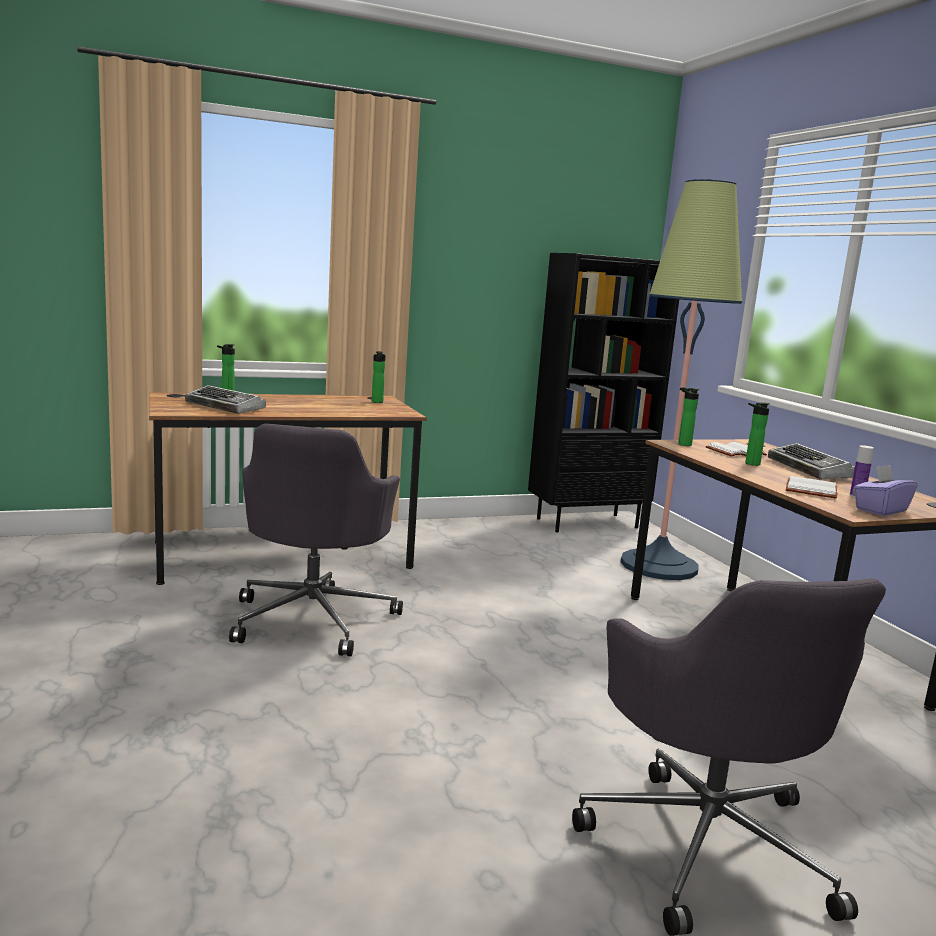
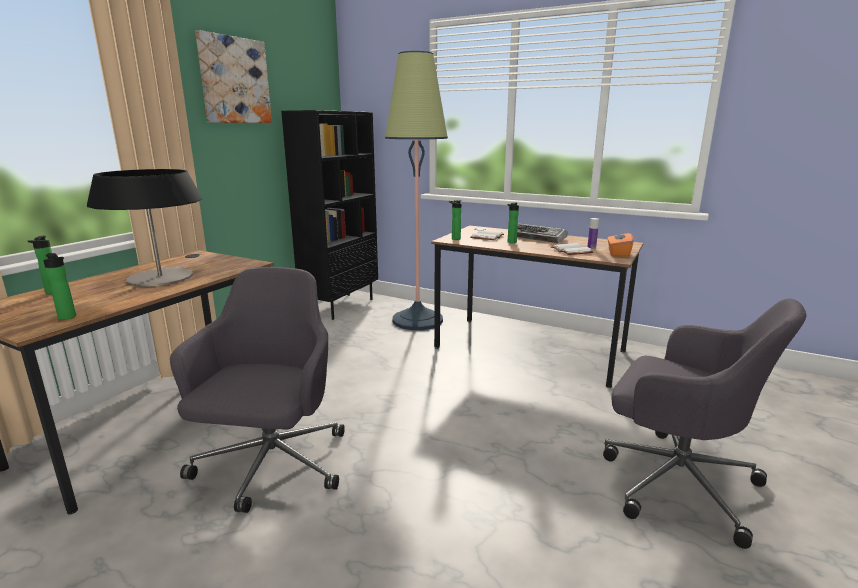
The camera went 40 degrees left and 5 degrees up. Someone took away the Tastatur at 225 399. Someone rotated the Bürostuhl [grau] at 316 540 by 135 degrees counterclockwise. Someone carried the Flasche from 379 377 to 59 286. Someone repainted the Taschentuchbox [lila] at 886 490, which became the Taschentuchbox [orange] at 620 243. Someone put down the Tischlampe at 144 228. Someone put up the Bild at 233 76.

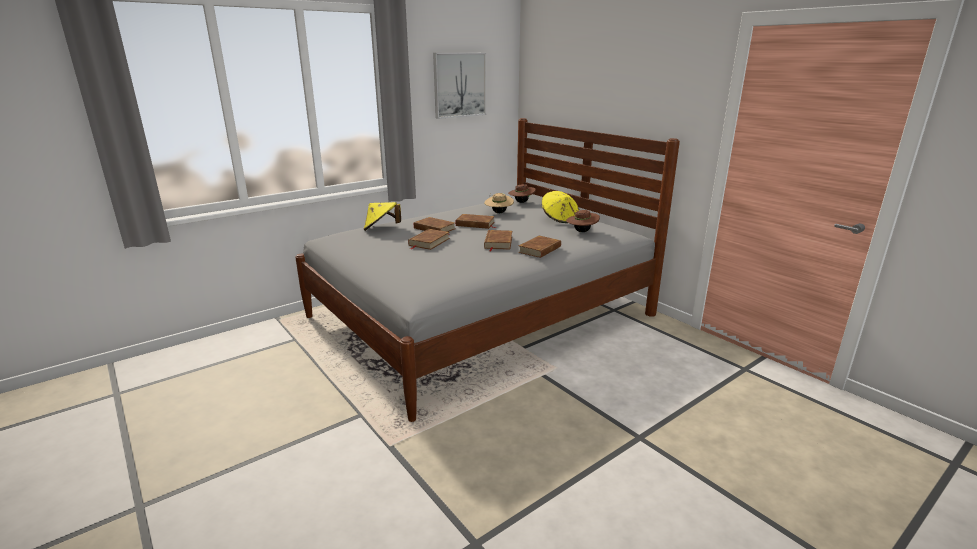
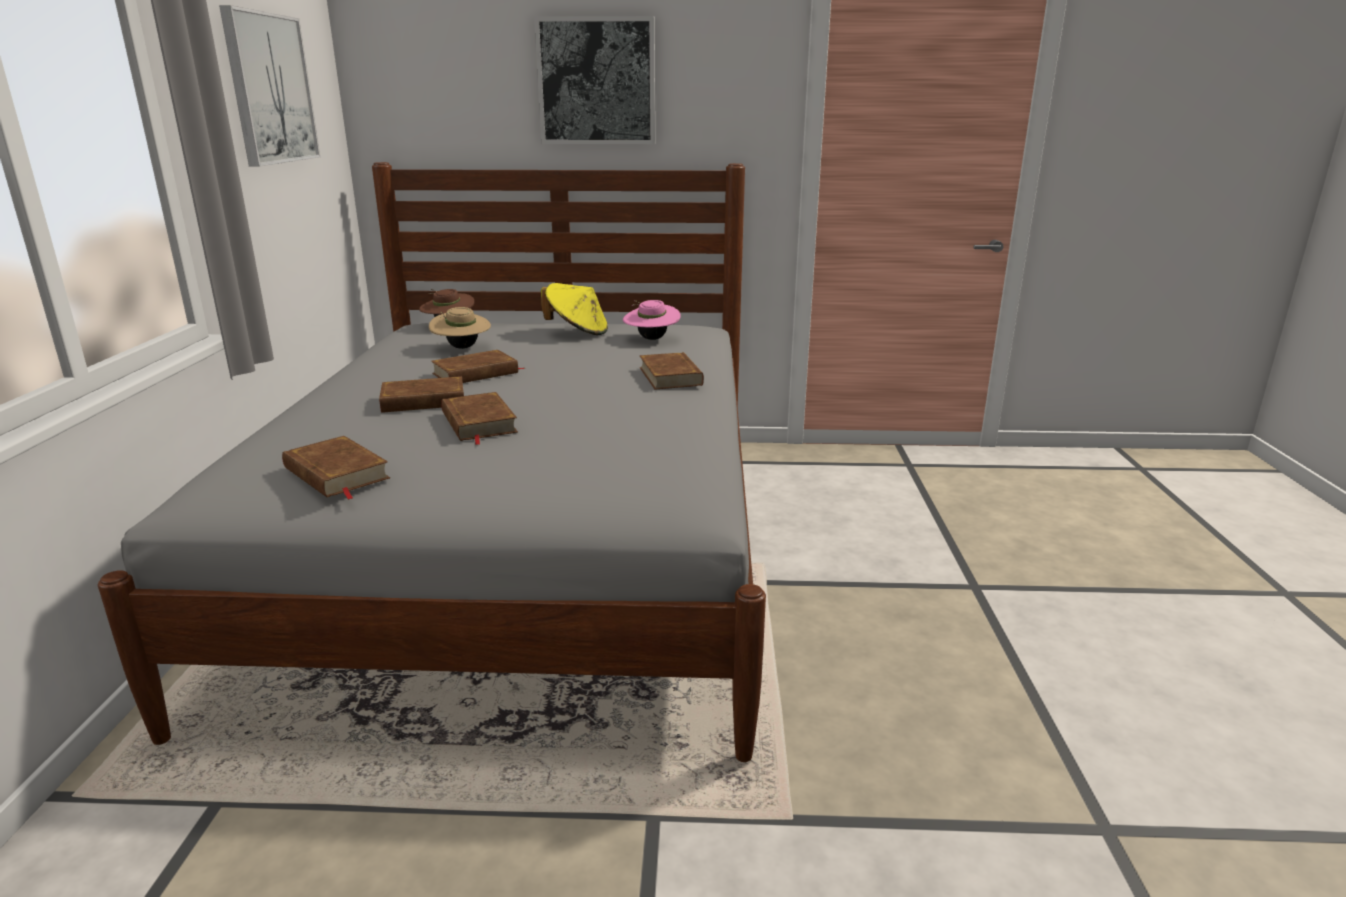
The camera went 50 degrees left and 0 degrees up. Someone took away the Hut [gelb] at 382 216. Someone carried the Buch [braun] from 498 240 to 336 468. Someone repainted the Hut [braun] at 583 220, which became the Hut [rosa] at 652 320. Someone put up the Bild at 594 80.

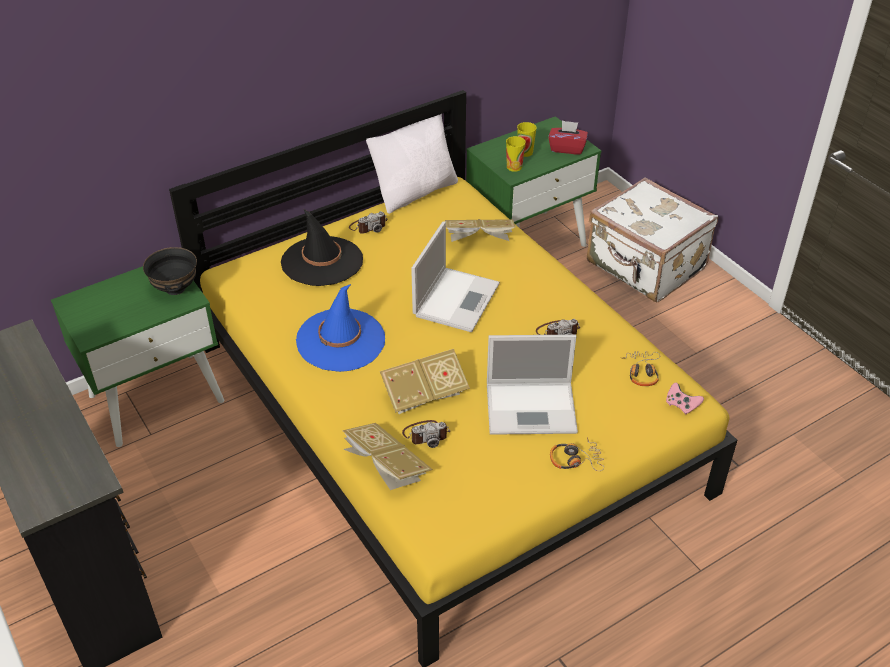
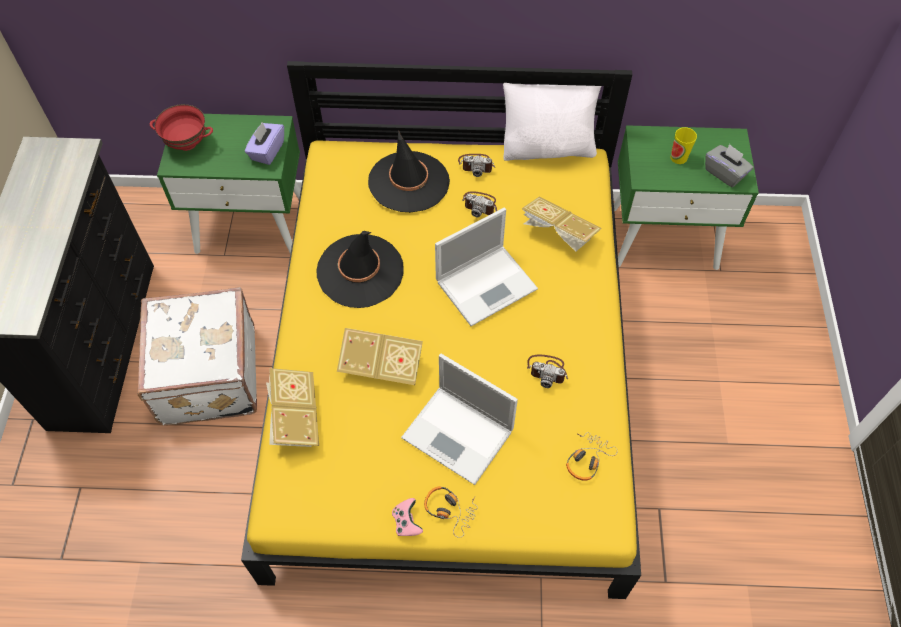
The camera went 35 degrees right and 15 degrees up. Someone swapped the Schüssel [schwarz] at 170 271 for the Taschentuchbox [lila] at 264 143. Someone repainted the Hut [blau] at 340 328, which became the Hut [schwarz] at 360 269. Someone carried the Kamera from 426 434 to 479 204. Someone took away the Tasse at 516 154. Someone repainted the Taschentuchbox [rot] at 568 137, which became the Taschentuchbox [grau] at 729 165. Someone carried the Koffer [weiß] from 652 239 to 197 356. Someone carried the Gamepad [rosa] from 685 399 to 407 517. Someone put down the Schüssel [rot] at 181 127.

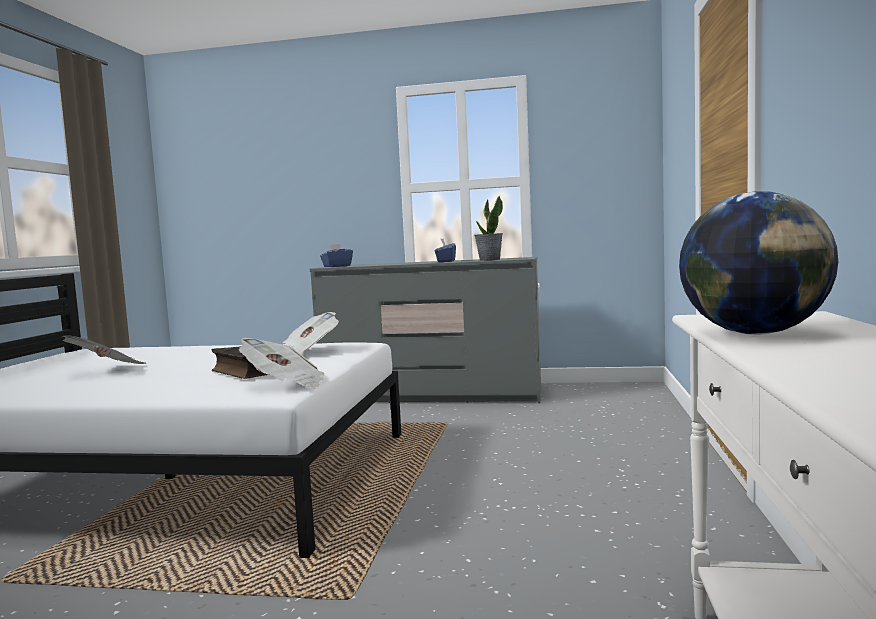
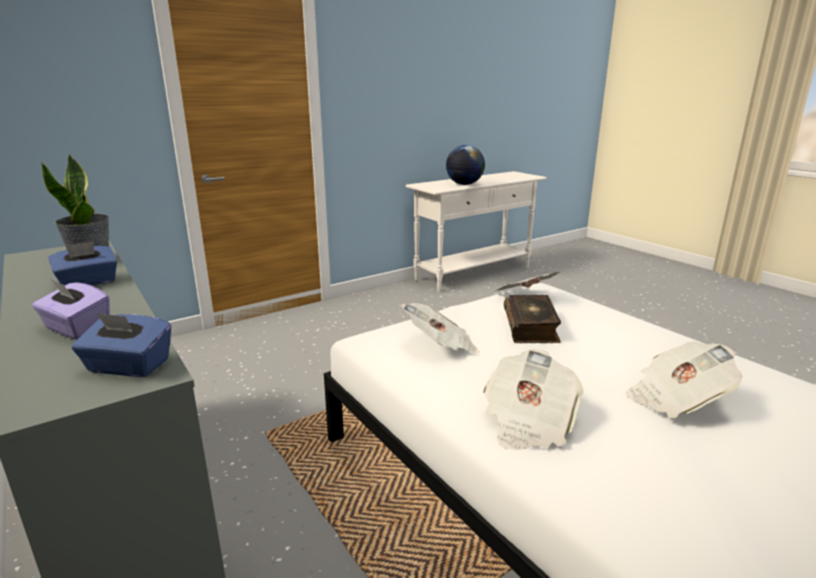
The camera went 135 degrees left and 15 degrees up. Someone put down the Taschentuchbox [lila] at 71 309. Someone put down the Zeitung at 534 399.

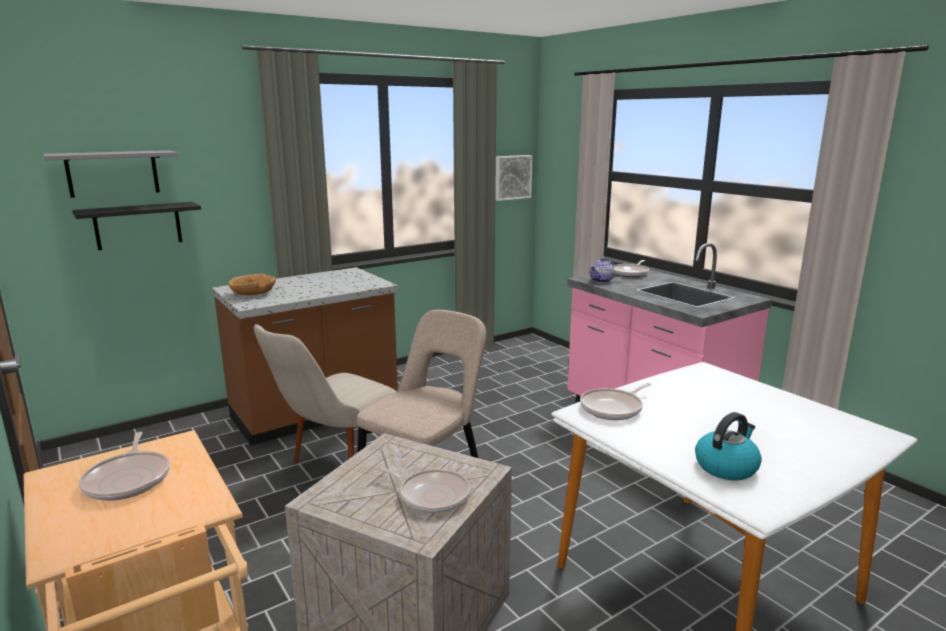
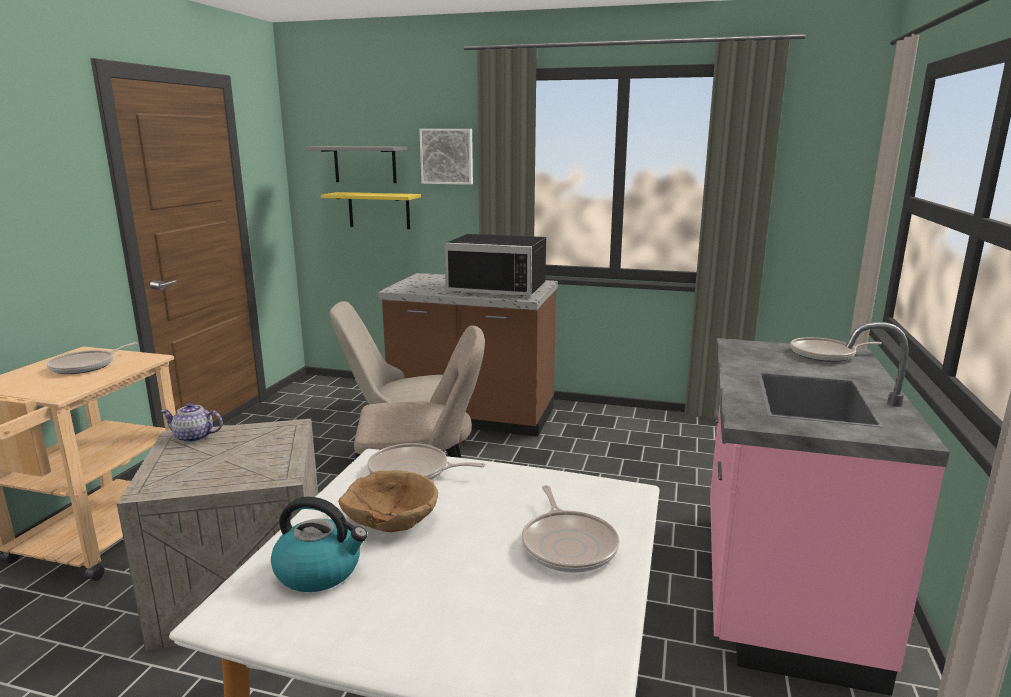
The camera went 50 degrees right and 0 degrees up. Someone repainted the Wandregal [schwarz] at 136 226, which became the Wandregal [gelb] at 371 210. Someone carried the Schüssel [braun] from 252 284 to 388 501. Someone carried the Pfanne from 423 490 to 570 529. Someone carried the Bild from 513 178 to 446 157. Someone carried the Teekanne from 602 270 to 191 423. Someone put down the Mikrowelle [schwarz] at 495 265.

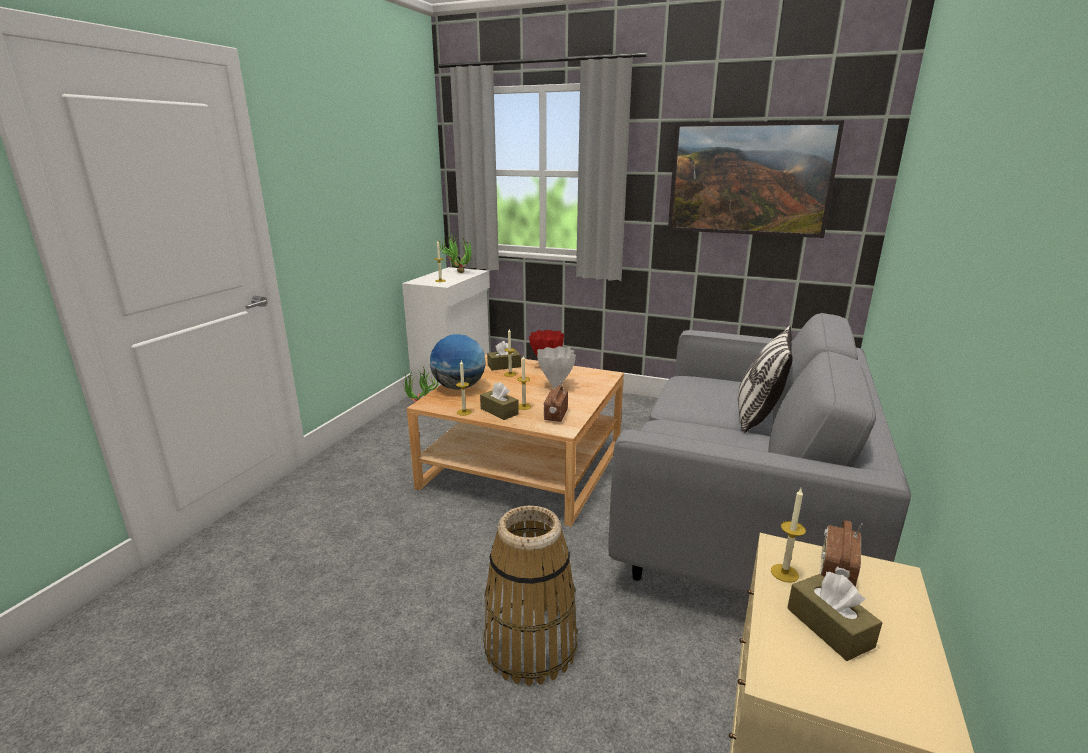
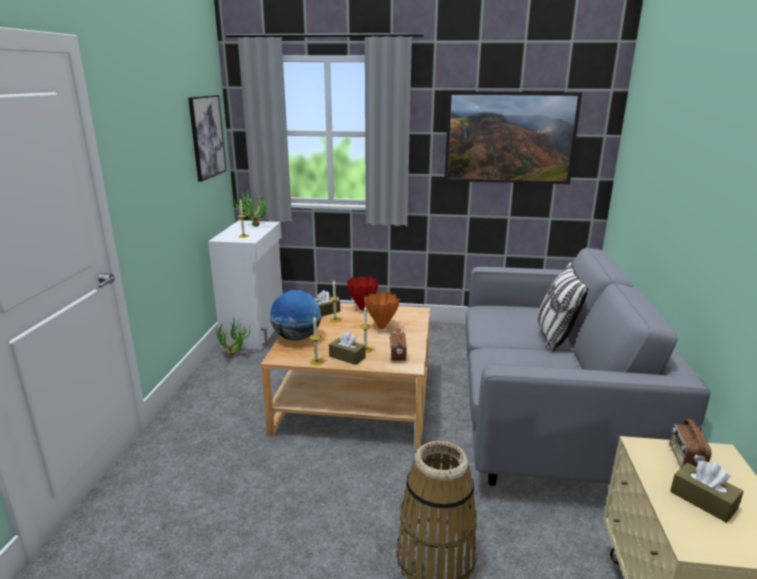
The camera went 15 degrees left and 0 degrees up. Someone repainted the Vase [weiß] at 556 367, which became the Vase [orange] at 382 310. Someone took away the Kerze at 788 535. Someone put up the Bild at 207 138.

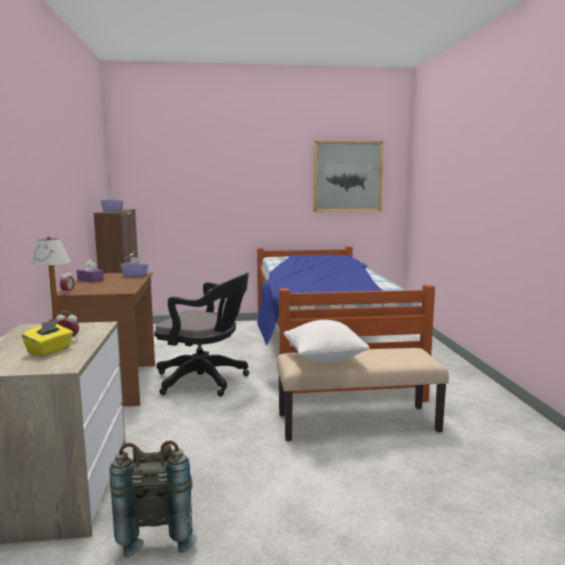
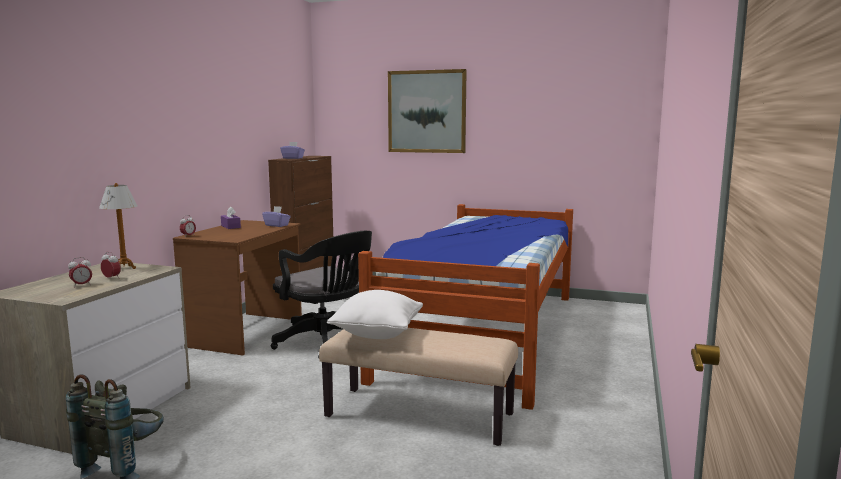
The camera went 25 degrees right and 0 degrees up. Someone swapped the Taschentuchbox [gelb] at 47 338 for the Wecker at 80 272. Someone carried the Bild from 349 176 to 427 111.

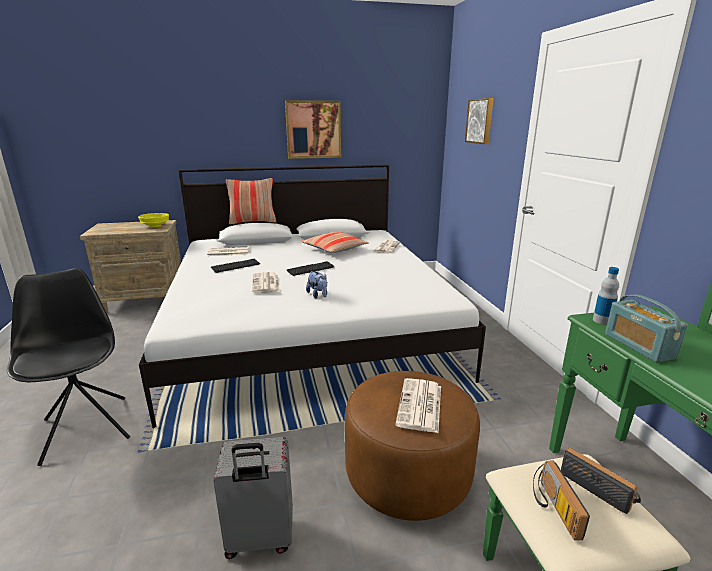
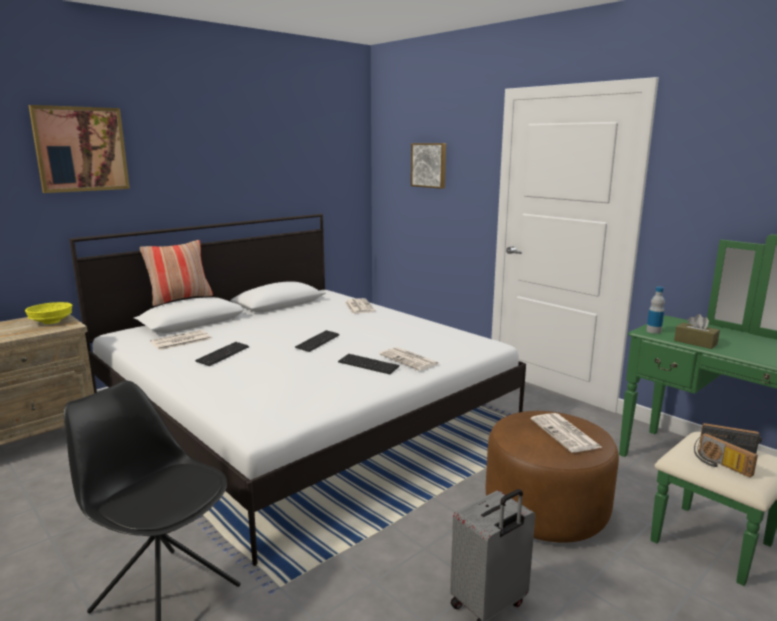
The camera went 30 degrees left and 5 degrees down. Someone carried the Zeitung from 266 282 to 409 359. Someone carried the Bild from 313 129 to 79 149. Someone took away the Kissen at 335 242. Someone swapped the Plüschtier at 316 285 for the Tastatur at 369 364. Someone swapped the Radio at 646 329 for the Taschentuchbox [braun] at 697 331.

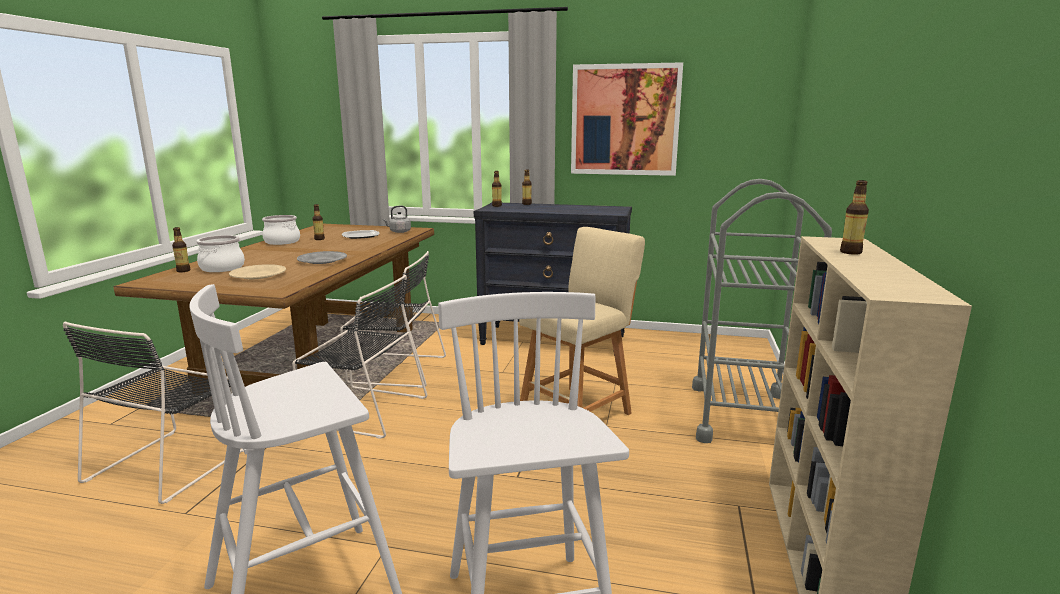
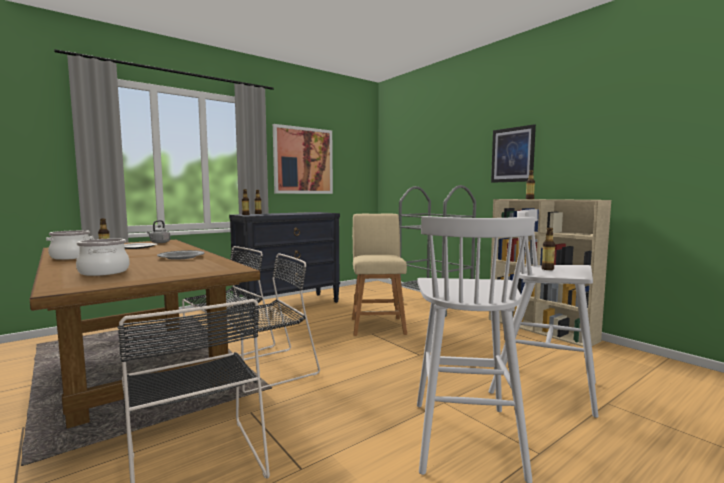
The camera went 50 degrees left and 10 degrees down. Someone carried the Flasche from 181 249 to 548 249. Someone took away the Teller [beige] at 257 271. Someone put up the Bild at 513 153.

